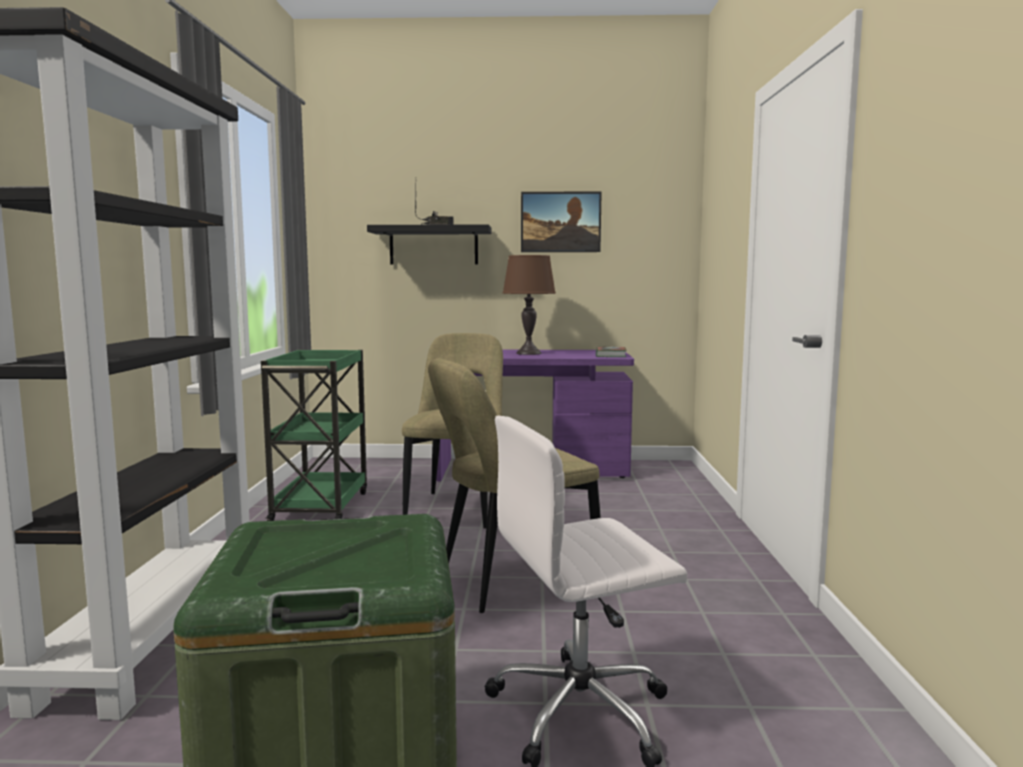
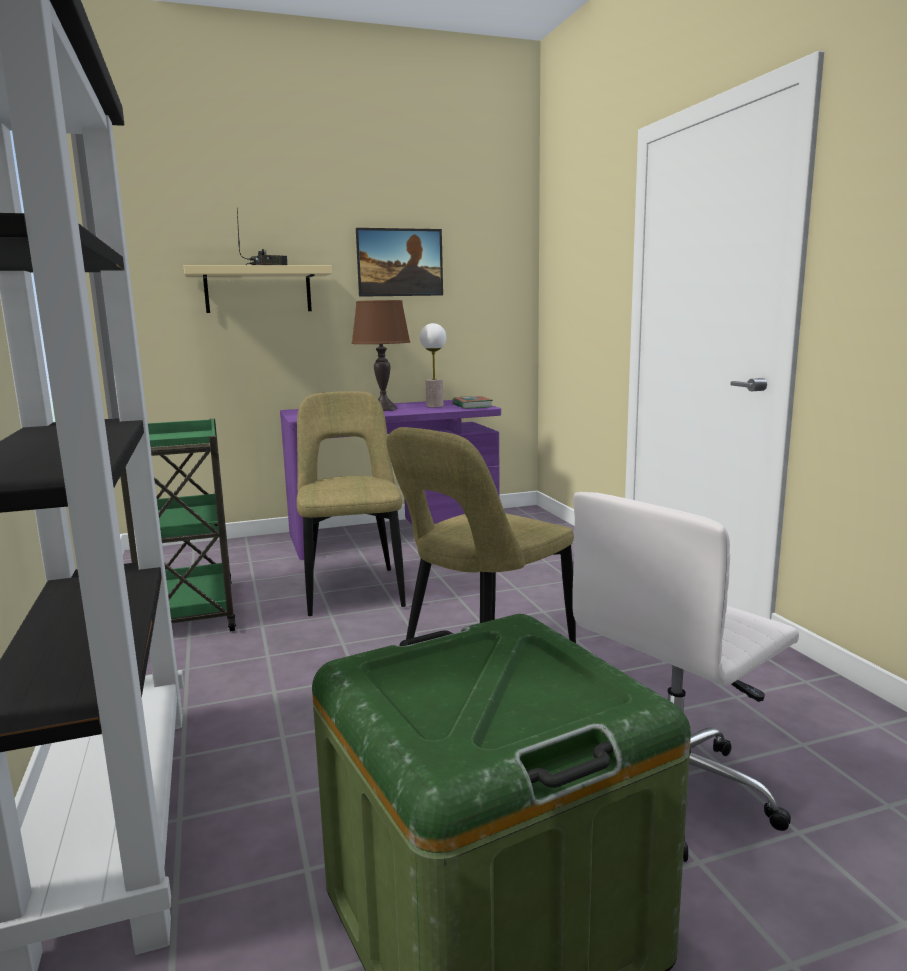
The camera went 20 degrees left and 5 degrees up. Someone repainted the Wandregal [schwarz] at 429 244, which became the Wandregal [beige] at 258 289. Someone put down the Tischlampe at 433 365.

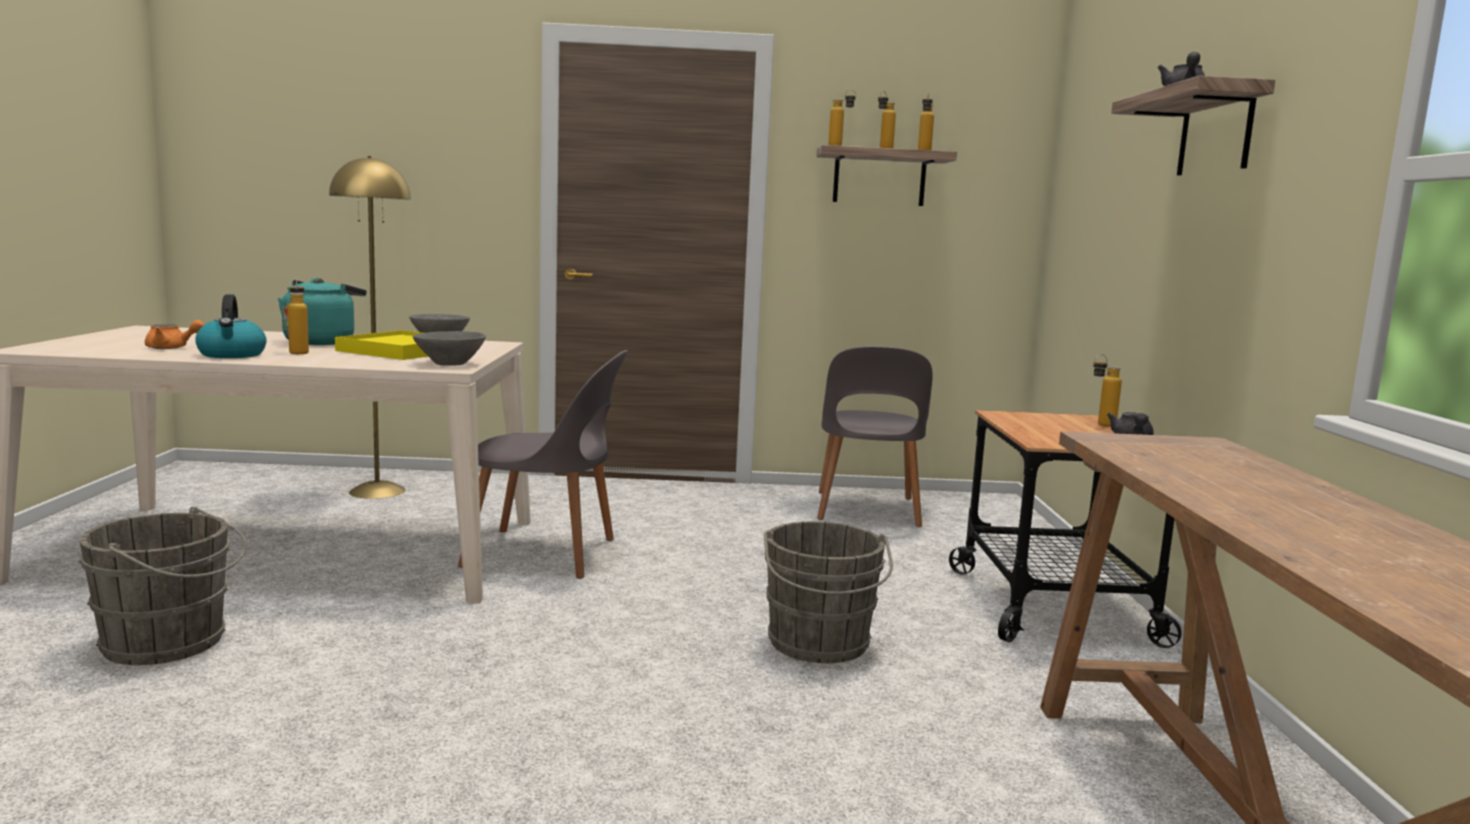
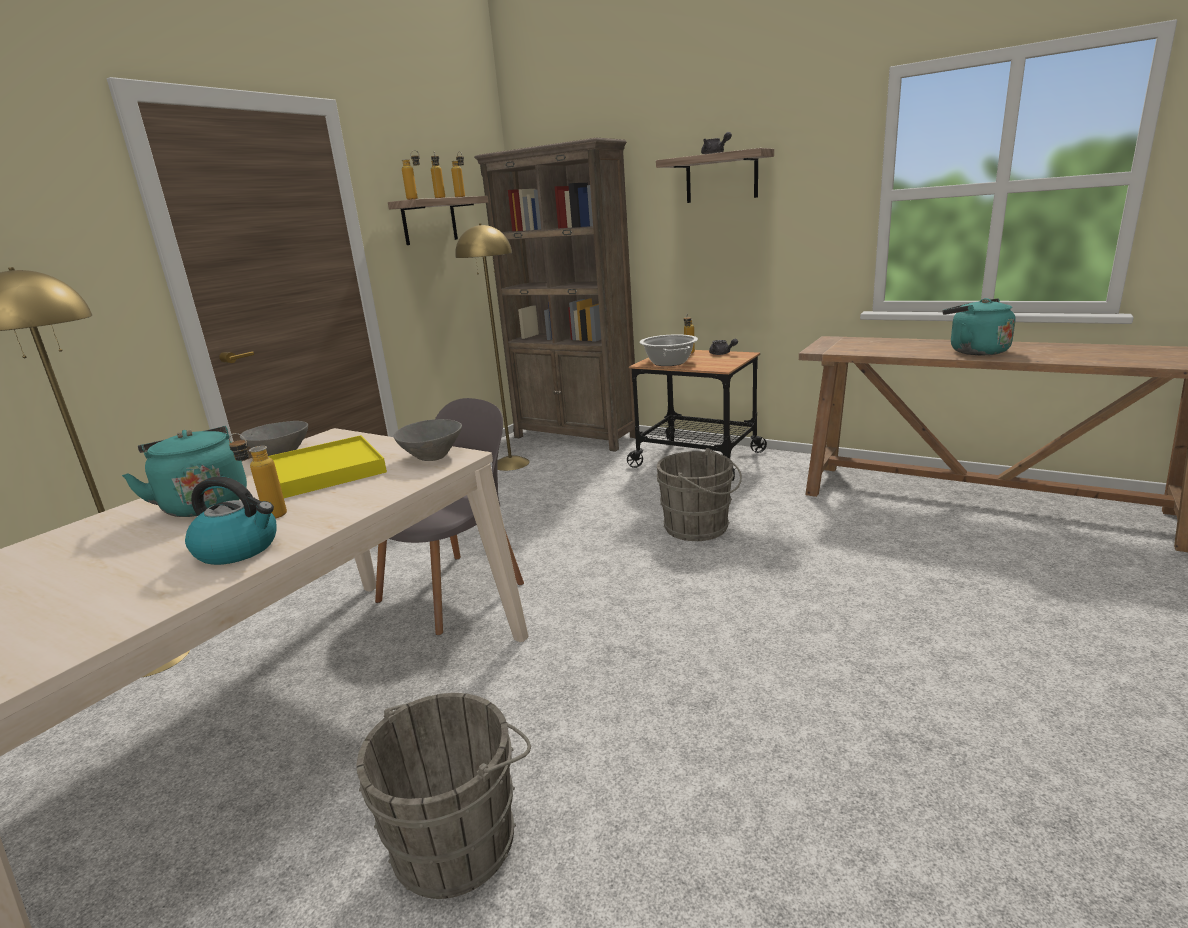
The camera went 55 degrees left and 10 degrees up. Someone took away the Teekanne [orange] at 174 334. Someone swapped the Stuhl [grau] at 875 436 for the Stehlampe [gelb] at 492 347. Someone put down the Bücherregal [braun] at 555 295. Someone put down the Kochtopf at 669 350. Someone put down the Wasserkessel [türkis] at 979 326.

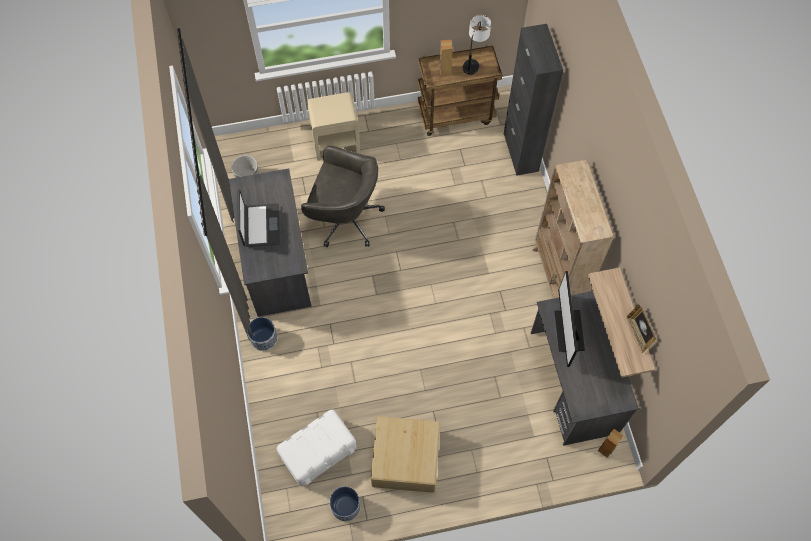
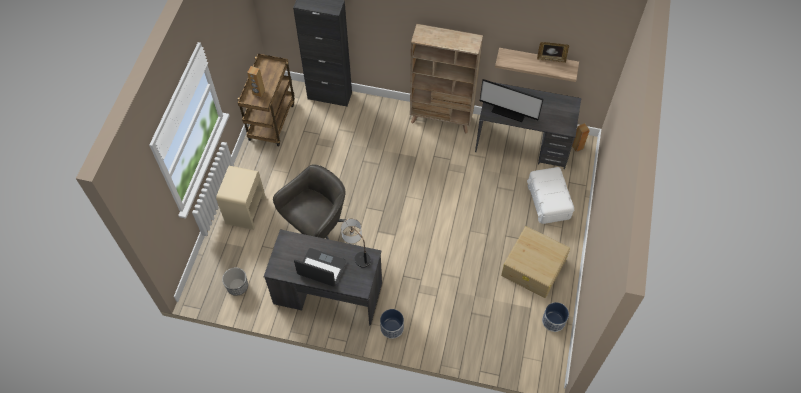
The camera went 65 degrees left and 5 degrees down. Someone carried the Aufbewahrungsbox [weiß] from 317 448 to 551 195. Someone carried the Tischlampe from 477 45 to 356 243.

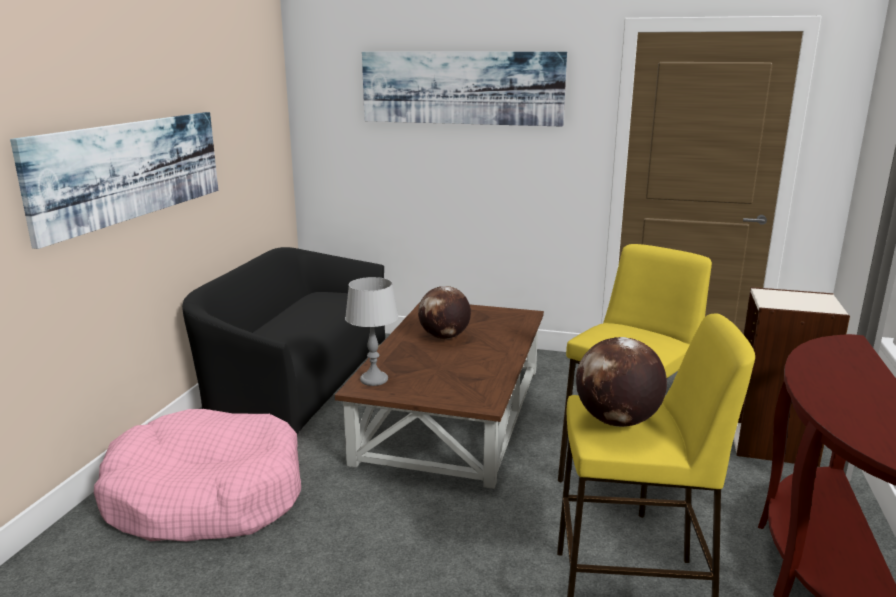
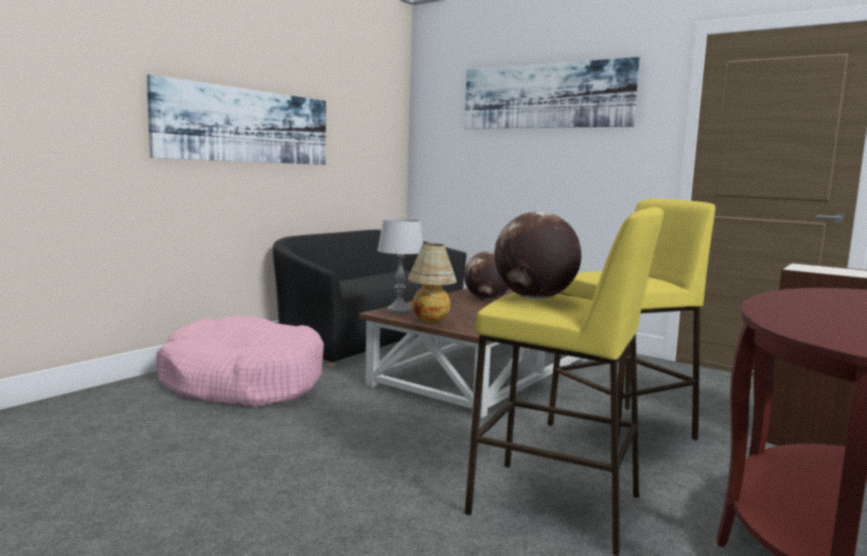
The camera went 20 degrees right and 10 degrees down. Someone put down the Tischlampe at 432 283.

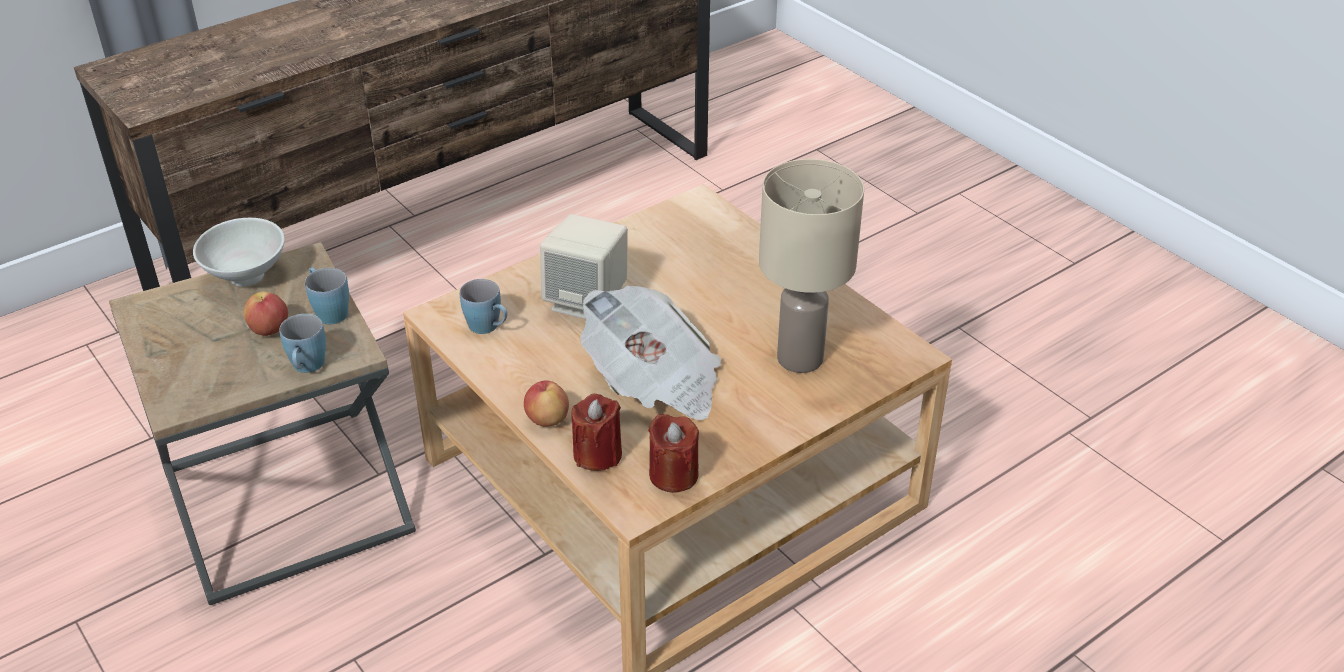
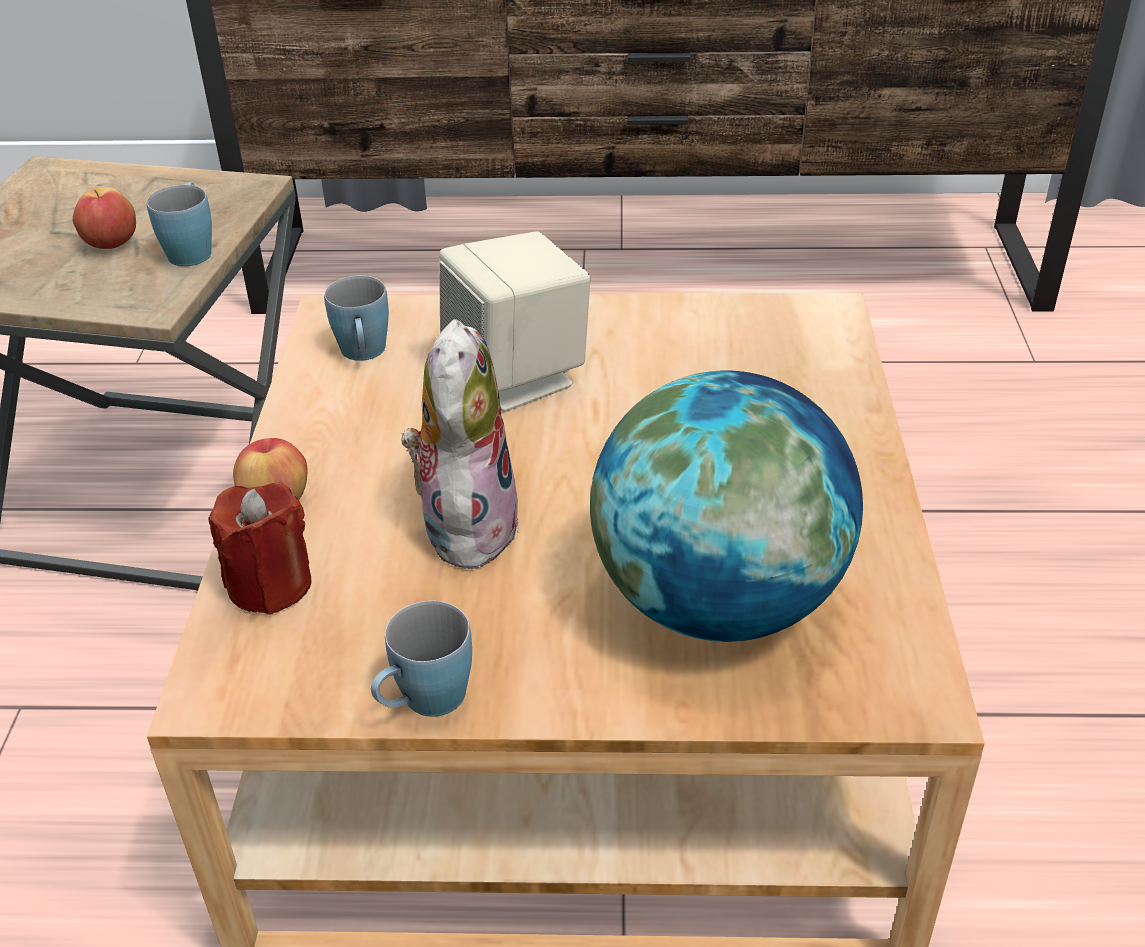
The camera went 40 degrees right and 0 degrees up. Someone took away the Schüssel [weiß] at 239 252. Someone carried the Henkelbecher [blau] from 302 343 to 421 658. Someone swapped the Zeitung at 650 353 for the Plüschtier at 460 445. Someone took away the Kerze [rot] at 673 453. Someone swapped the Tischlampe [beige] at 811 266 for the Globus at 726 506.

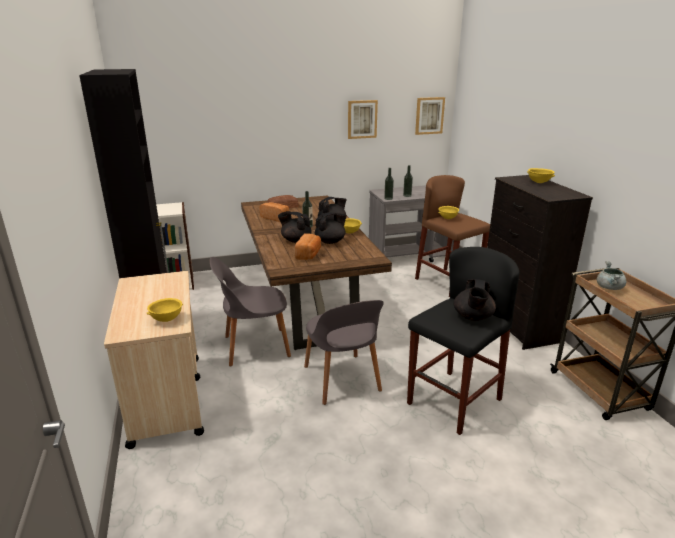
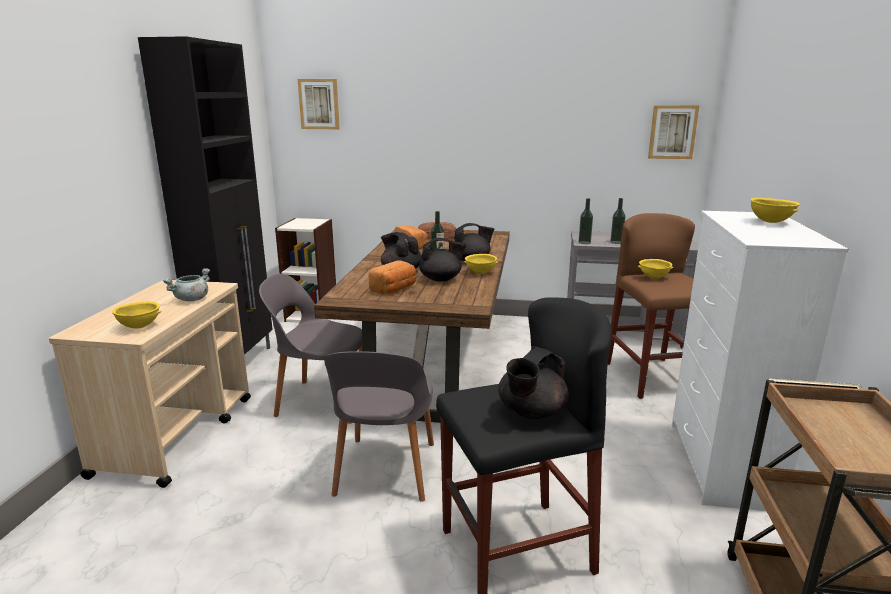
The camera went 25 degrees right and 5 degrees down. Someone carried the Bild from 363 119 to 319 104. Someone repainted the Kommode [schwarz] at 540 262, which became the Kommode [weiß] at 760 361. Someone carried the Kochtopf [grau] from 612 275 to 186 284.

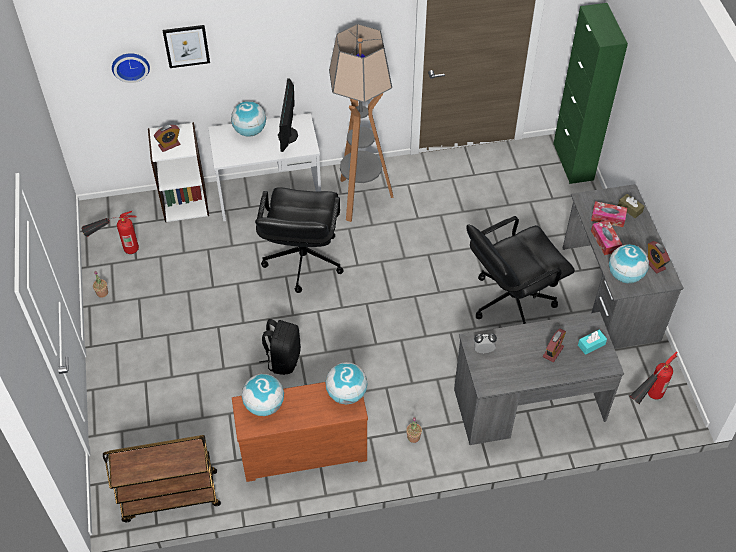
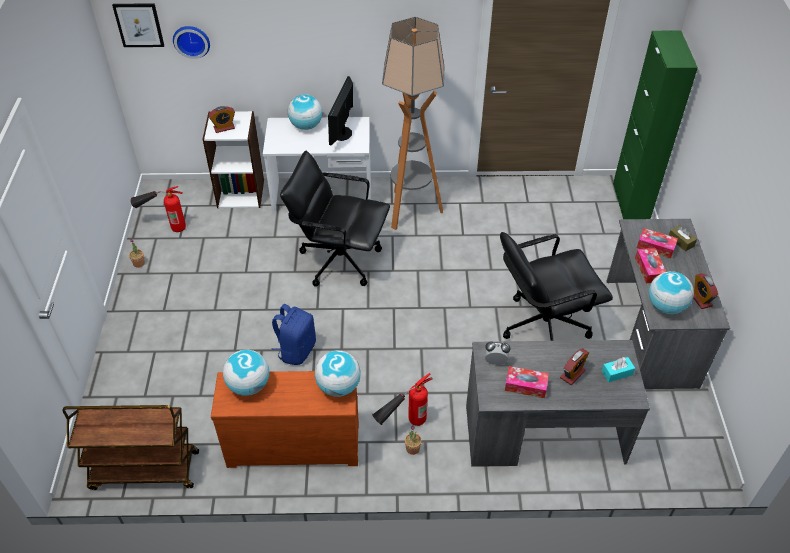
The camera went 10 degrees right and 5 degrees down. Someone carried the Bild from 186 46 to 138 25. Someone rotated the Bürostuhl [schwarz] at 299 240 by 90 degrees clockwise. Someone repainted the Rucksack [schwarz] at 280 347, which became the Rucksack [blau] at 293 334. Someone carried the Feuerlöscher from 654 378 to 402 399. Someone put down the Taschentuchbox at 527 382.

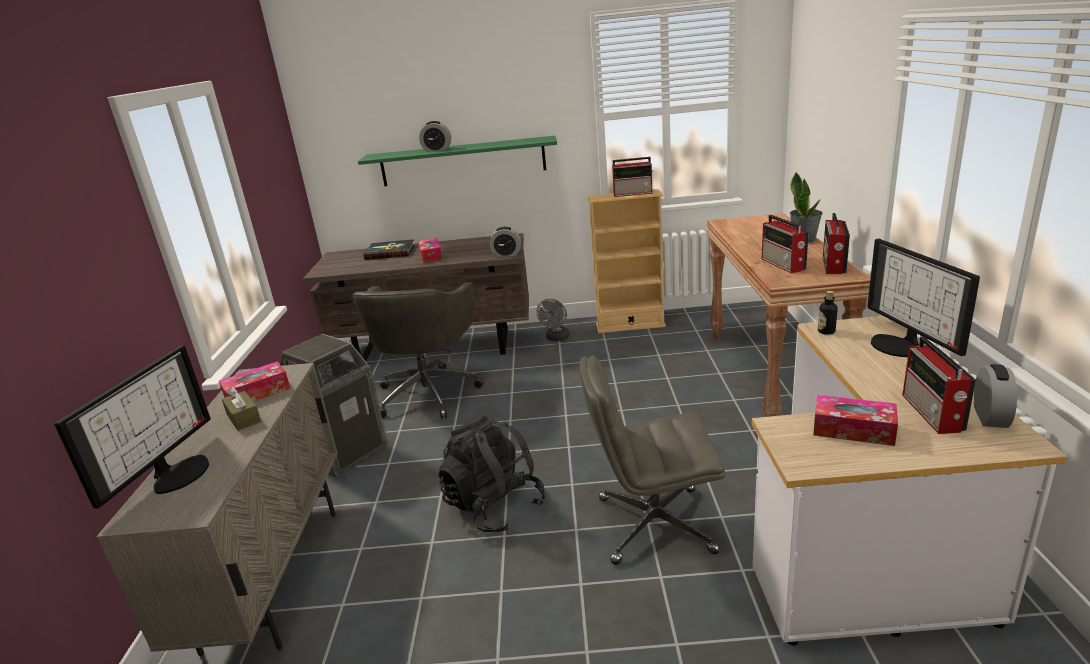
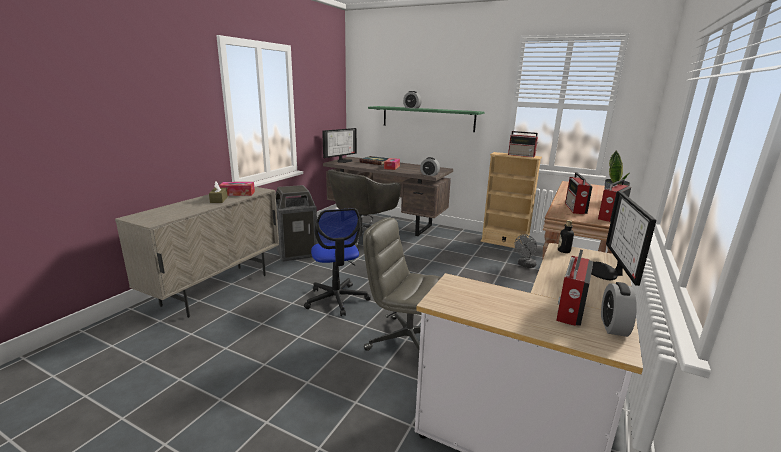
The camera went 25 degrees right and 5 degrees down. Someone carried the Monitor from 132 427 to 339 145. Someone swapped the Rucksack [schwarz] at 492 473 for the Bürostuhl at 337 262. Someone carried the Ventilator [grau] from 552 320 to 525 251. Someone took away the Taschentuchbox at 855 420. Someone rotated the Wecker at 995 396 by 150 degrees clockwise.

